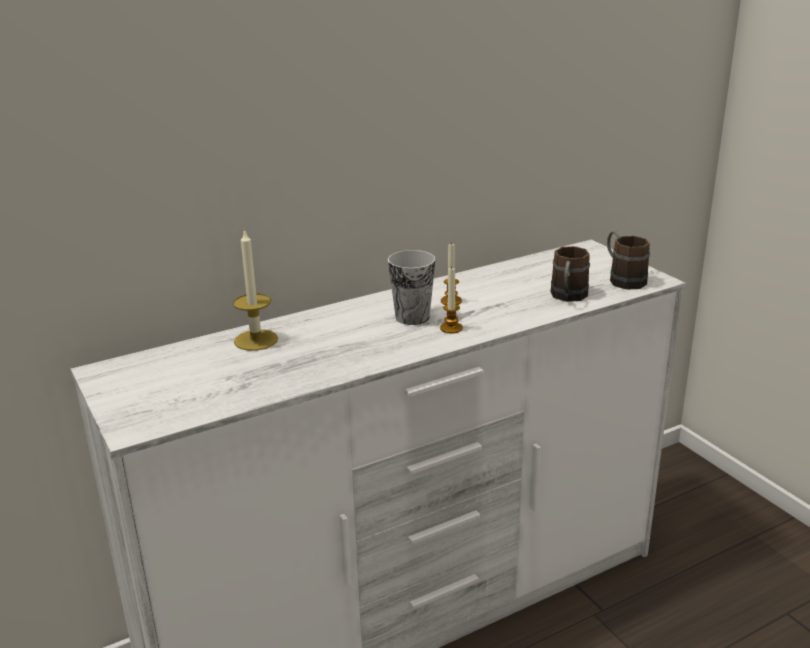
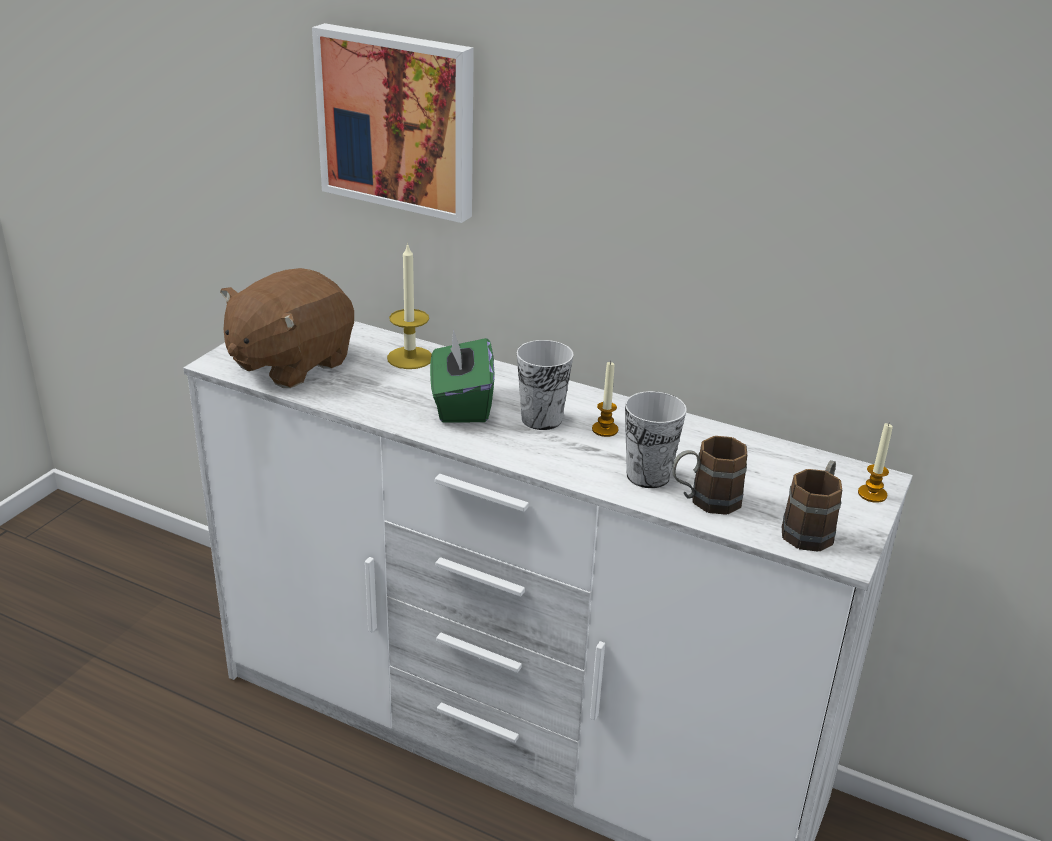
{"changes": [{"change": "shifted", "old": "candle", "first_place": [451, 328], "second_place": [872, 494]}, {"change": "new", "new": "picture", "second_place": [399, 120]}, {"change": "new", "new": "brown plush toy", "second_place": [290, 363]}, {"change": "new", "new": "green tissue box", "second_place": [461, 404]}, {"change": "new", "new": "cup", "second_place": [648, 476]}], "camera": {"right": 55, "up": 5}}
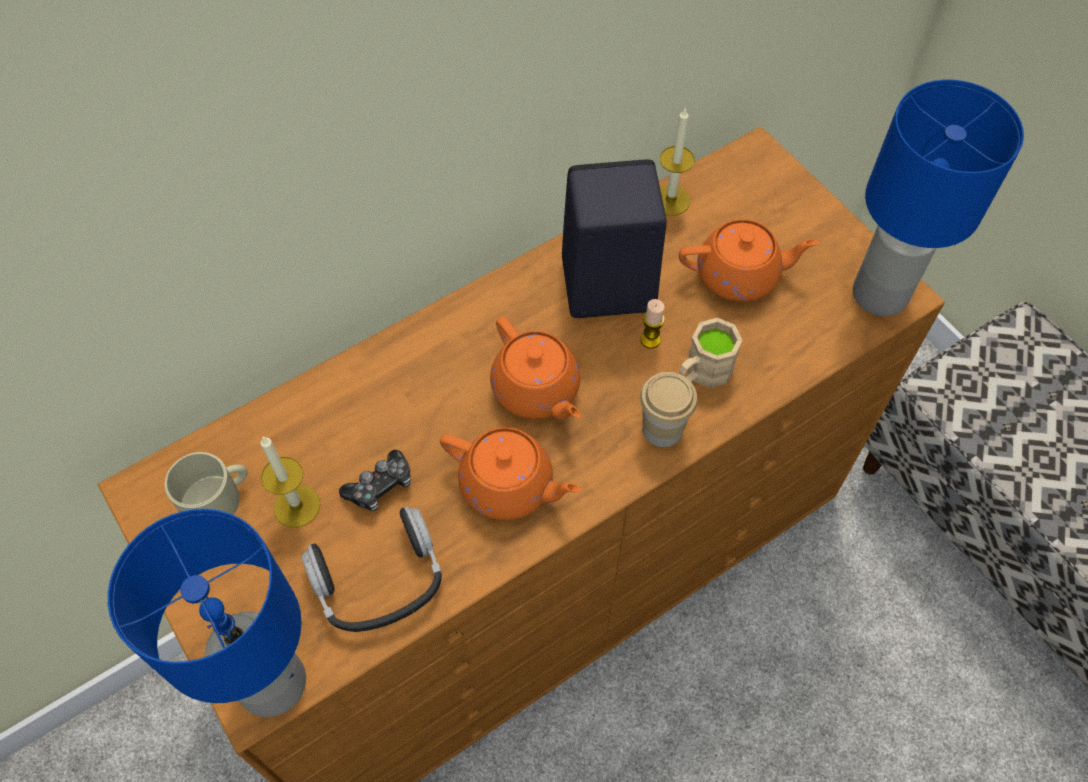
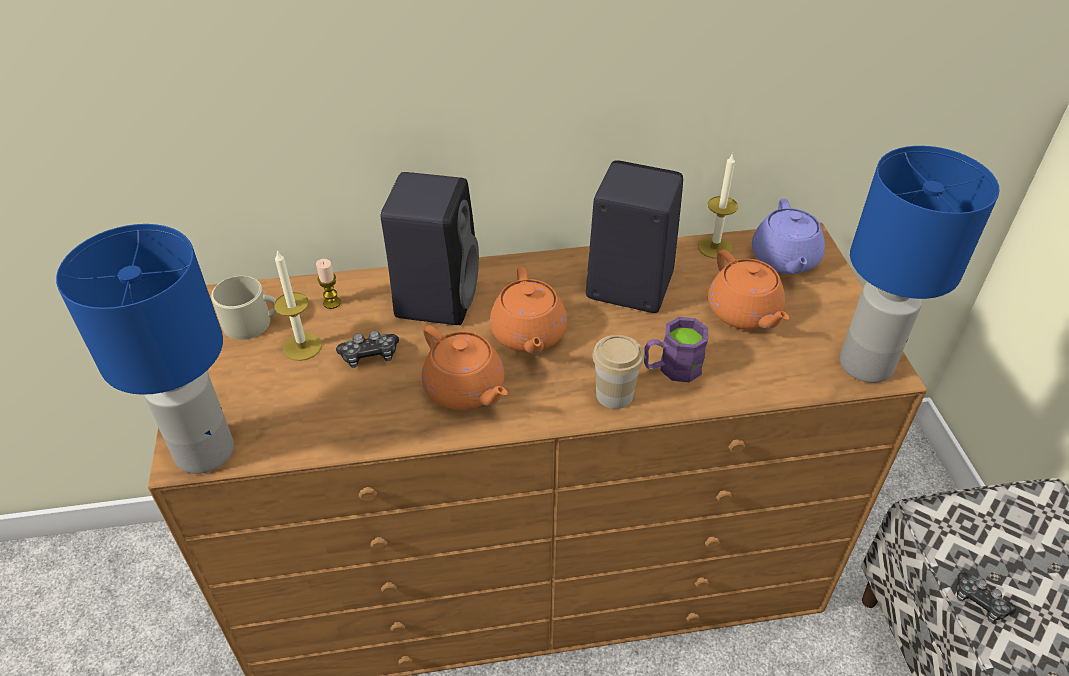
{"changes": [{"change": "rotated", "old": "orange teapot", "first_place": [739, 275], "second_place": [744, 313], "degrees": 45}, {"change": "shifted", "old": "candle", "first_place": [650, 340], "second_place": [332, 302]}, {"change": "repainted", "old": "beige mug", "new": "purple mug", "first_place": [702, 373], "second_place": [671, 368]}, {"change": "gone", "old": "headphones", "first_place": [379, 580]}, {"change": "new", "new": "black speaker", "second_place": [437, 296]}, {"change": "new", "new": "purple teapot", "second_place": [784, 260]}, {"change": "new", "new": "game controller", "second_place": [979, 602]}], "camera": {"right": 25, "up": -15}}
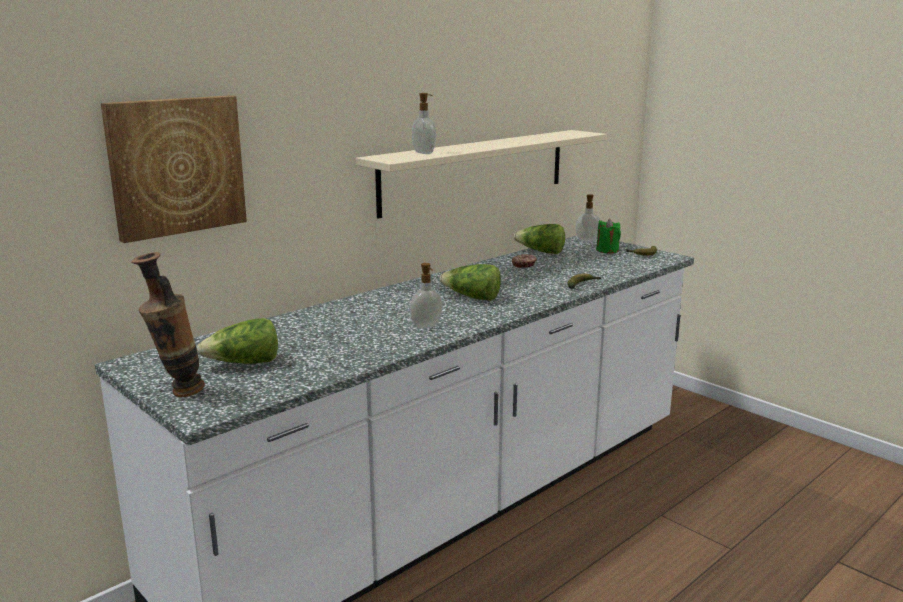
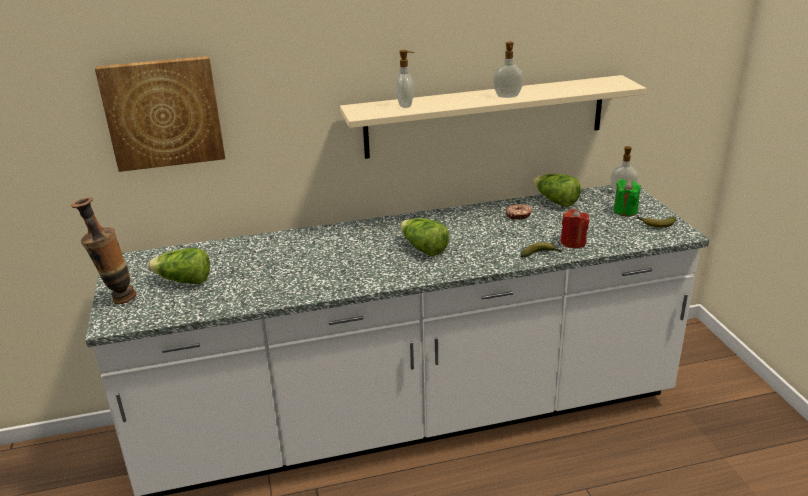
{"changes": [{"change": "shifted", "old": "soap dispenser", "first_place": [427, 326], "second_place": [507, 96]}, {"change": "new", "new": "red candle", "second_place": [573, 242]}], "camera": {"right": 30, "up": 10}}
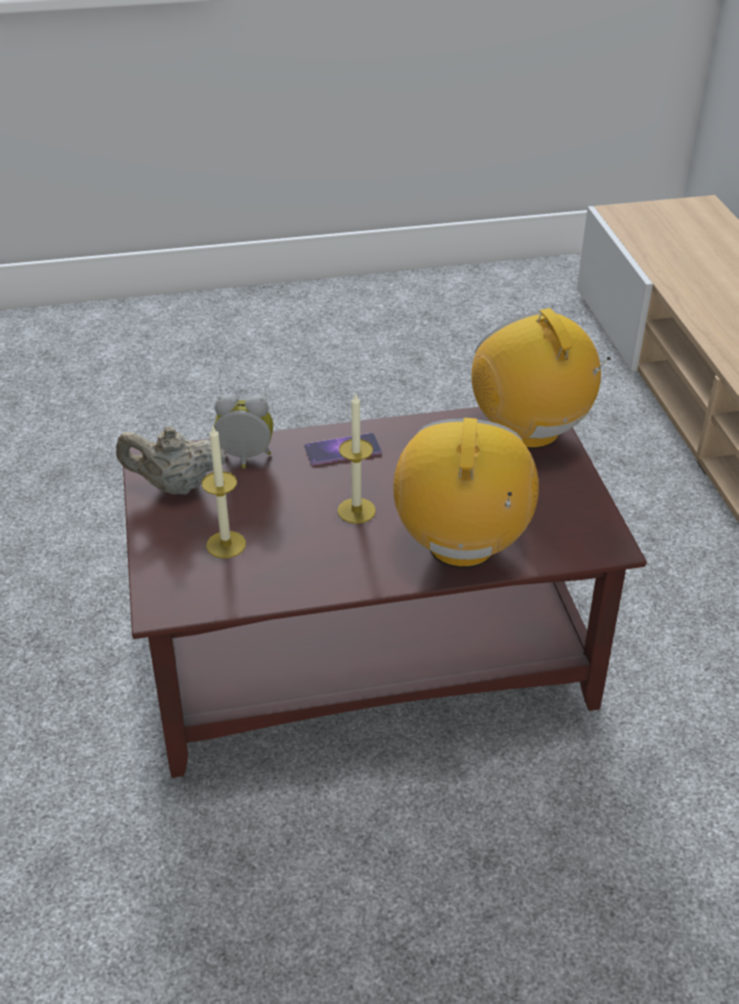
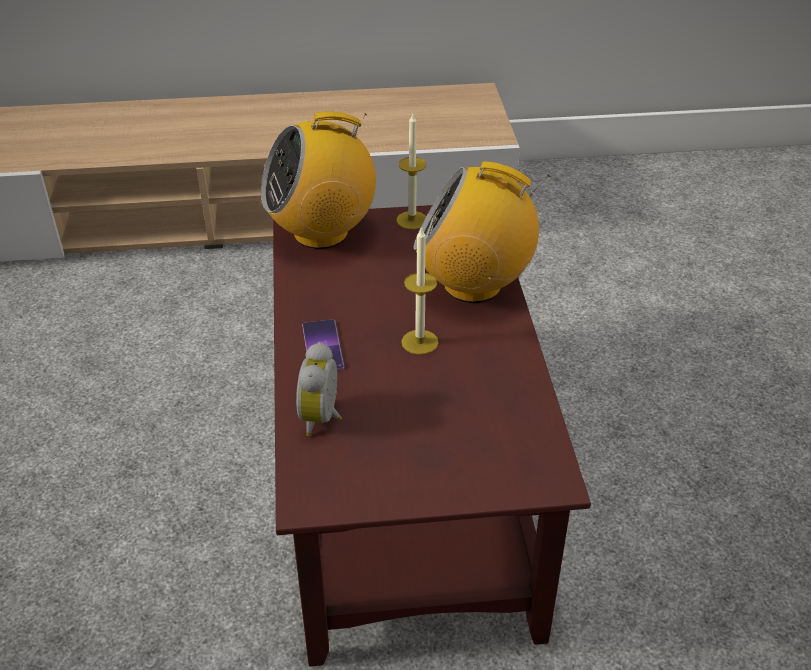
{"changes": [{"change": "gone", "old": "beige teapot", "first_place": [175, 486]}, {"change": "shifted", "old": "candle", "first_place": [226, 544], "second_place": [412, 220]}], "camera": {"right": -85, "up": 0}}
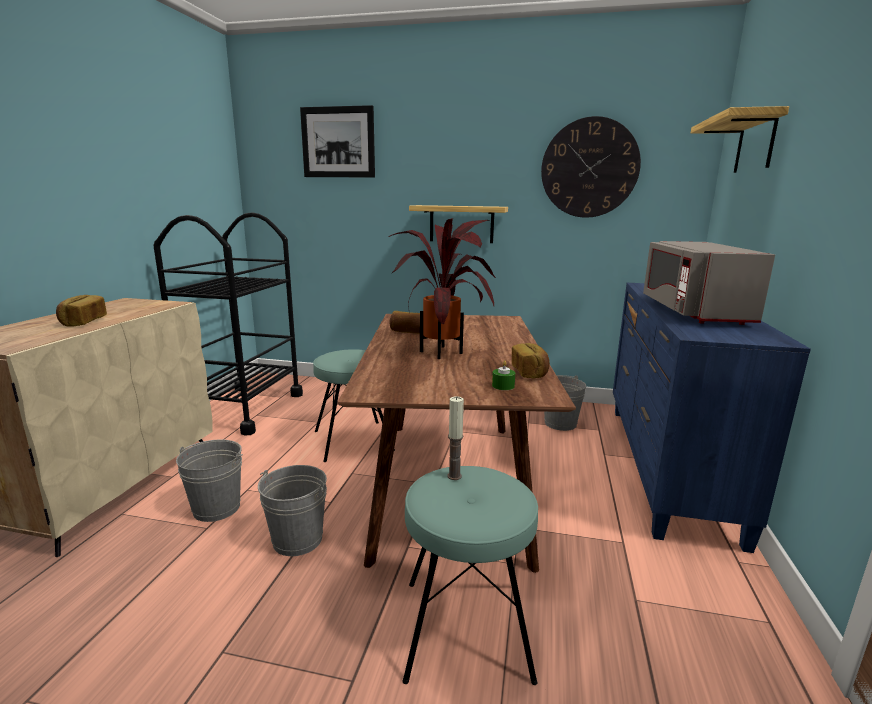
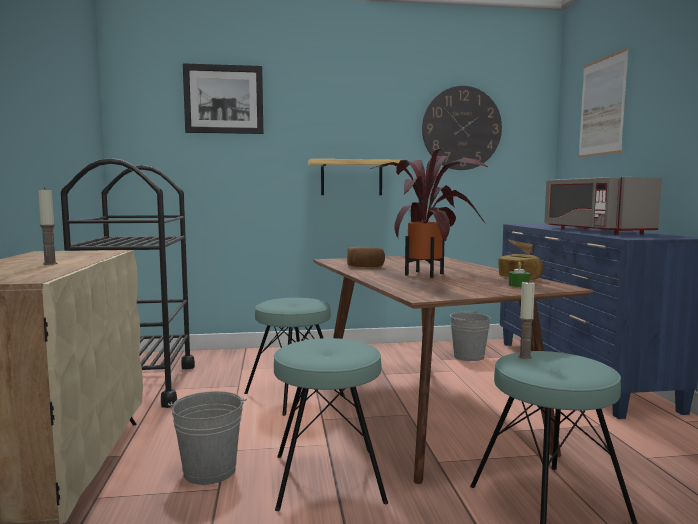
{"changes": [{"change": "swapped", "old": "shelf", "new": "picture", "first_place": [755, 144], "second_place": [602, 107]}, {"change": "swapped", "old": "bread", "new": "candle", "first_place": [82, 322], "second_place": [50, 264]}, {"change": "swapped", "old": "grey bucket", "new": "turquoise stool", "first_place": [297, 539], "second_place": [328, 478]}], "camera": {"right": -20, "up": -10}}
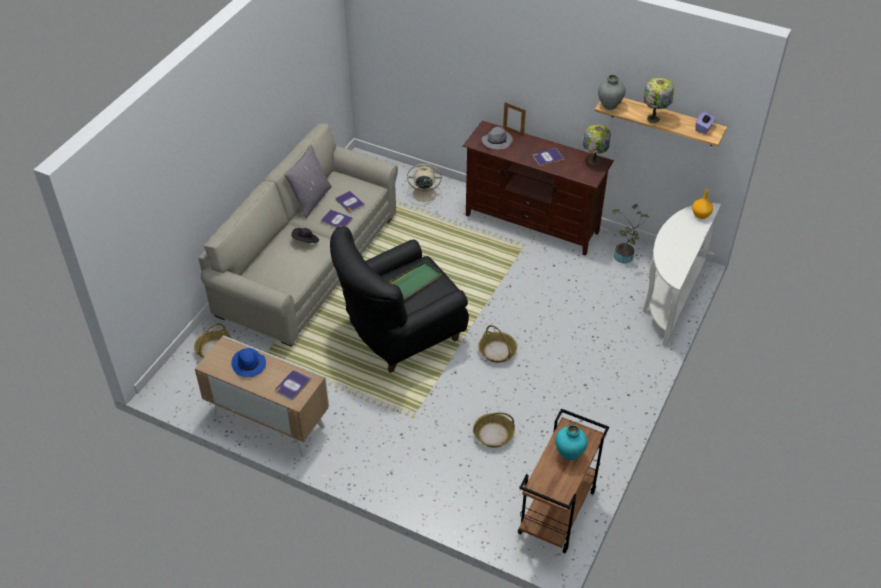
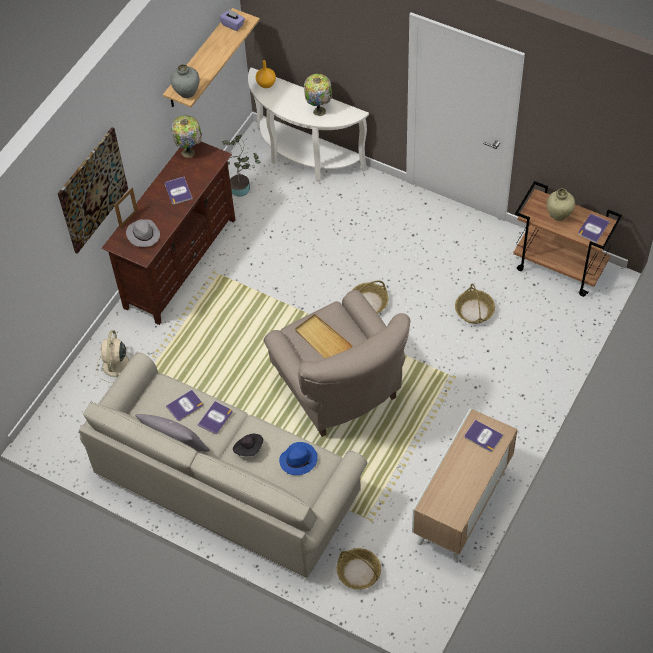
{"changes": [{"change": "shifted", "old": "table lamp", "first_place": [654, 118], "second_place": [319, 110]}, {"change": "repainted", "old": "black armchair", "new": "beige armchair", "first_place": [399, 333], "second_place": [340, 389]}, {"change": "repainted", "old": "green tray", "new": "beige tray", "first_place": [414, 281], "second_place": [322, 340]}, {"change": "shifted", "old": "blue hat", "first_place": [249, 365], "second_place": [299, 459]}, {"change": "repainted", "old": "turquoise vase", "new": "beige vase", "first_place": [569, 453], "second_place": [559, 215]}, {"change": "new", "new": "picture", "second_place": [92, 190]}, {"change": "new", "new": "book", "second_place": [593, 228]}], "camera": {"right": -85, "up": 10}}
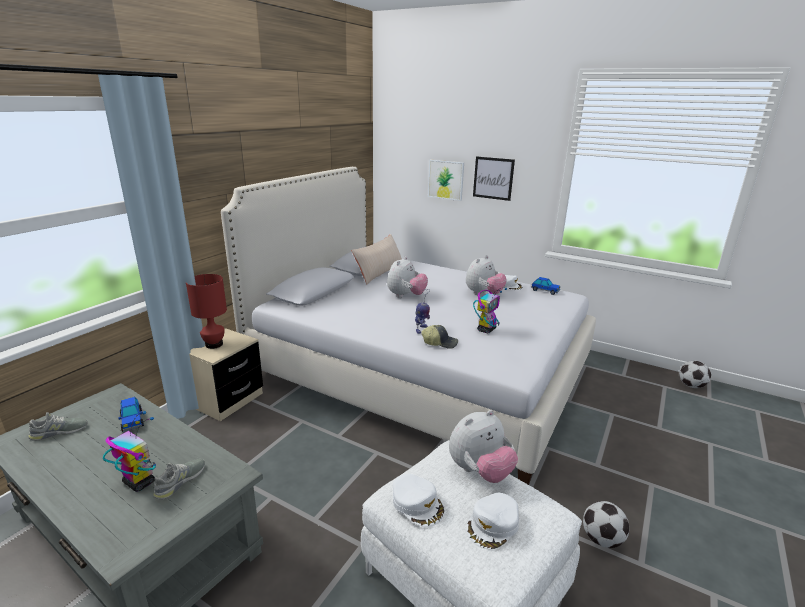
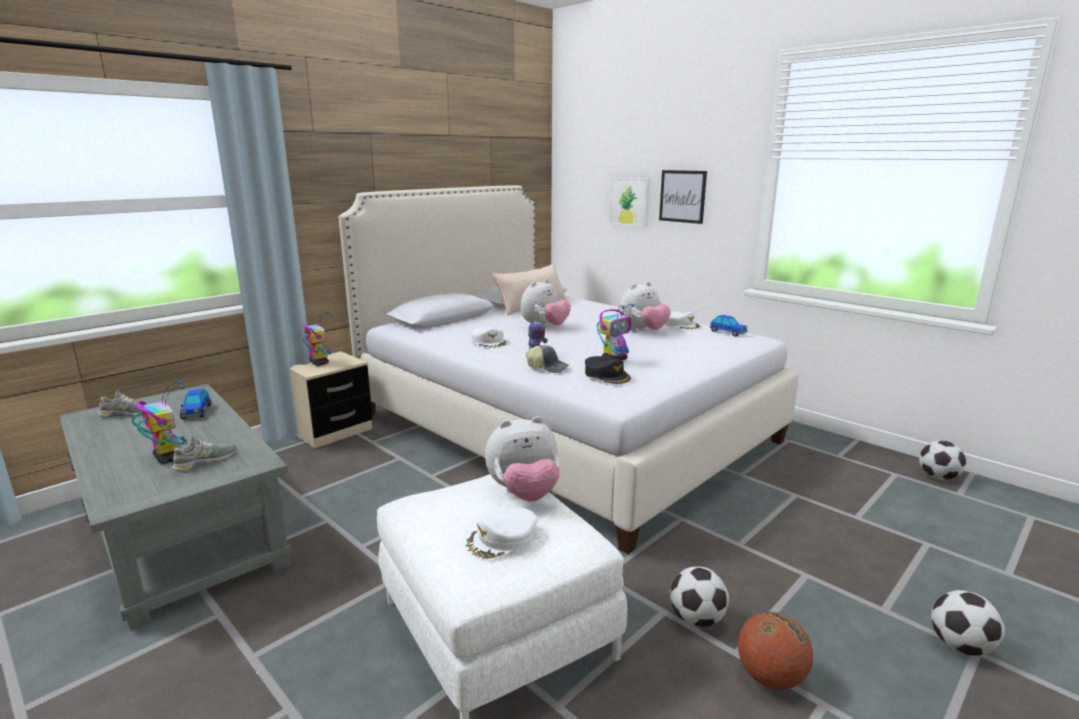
{"changes": [{"change": "swapped", "old": "red table lamp", "new": "toy robot", "first_place": [213, 344], "second_place": [319, 363]}, {"change": "shifted", "old": "white cap", "first_place": [417, 503], "second_place": [489, 342]}, {"change": "new", "new": "black cap", "second_place": [607, 375]}, {"change": "new", "new": "football", "second_place": [960, 647]}, {"change": "new", "new": "basketball", "second_place": [770, 677]}], "camera": {"right": 15, "up": -5}}
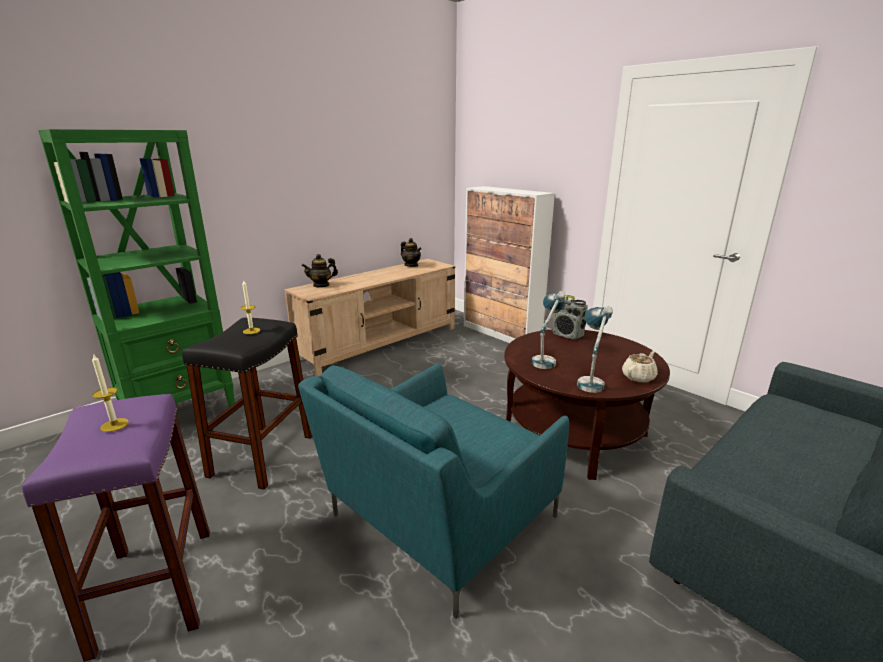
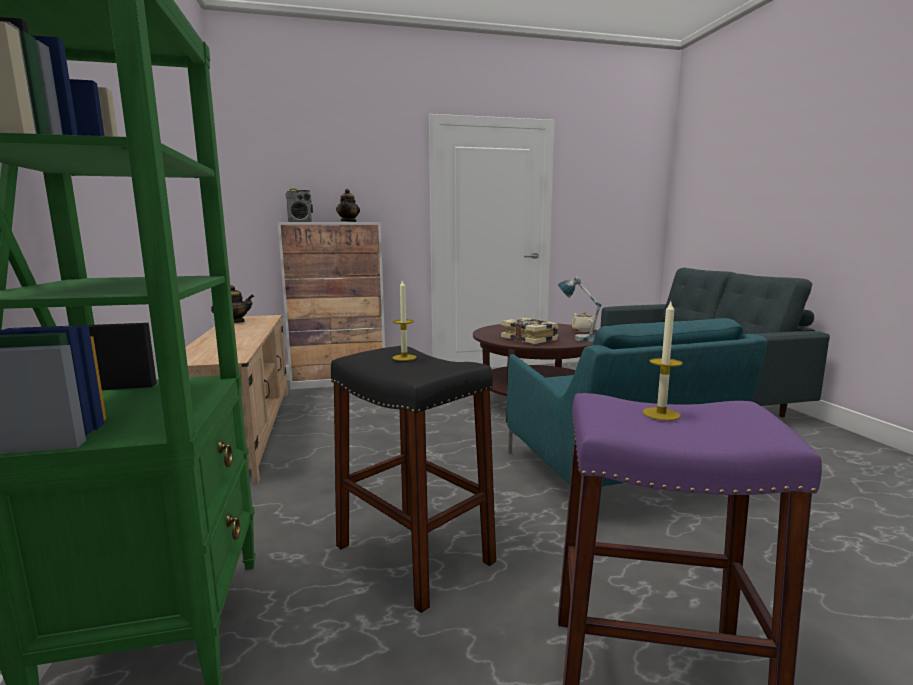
{"changes": [{"change": "shifted", "old": "teapot", "first_place": [321, 285], "second_place": [349, 222]}, {"change": "swapped", "old": "table lamp", "new": "book", "first_place": [545, 359], "second_place": [529, 339]}, {"change": "shifted", "old": "radio", "first_place": [568, 335], "second_place": [300, 222]}], "camera": {"right": -60, "up": -10}}
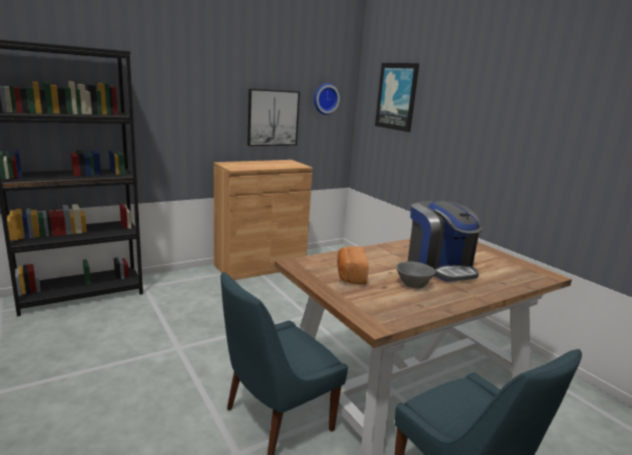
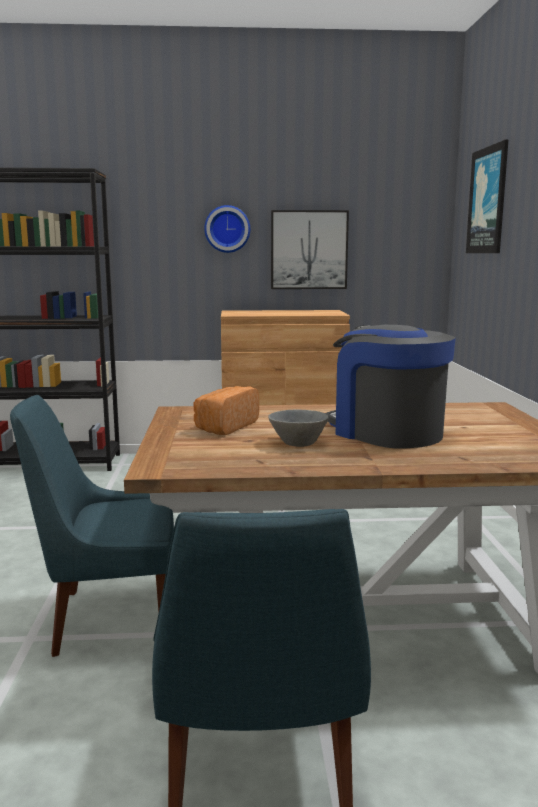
{"changes": [{"change": "shifted", "old": "wall clock", "first_place": [325, 98], "second_place": [227, 229]}, {"change": "rotated", "old": "coffee machine", "first_place": [439, 267], "second_place": [386, 432], "degrees": 135}], "camera": {"right": 30, "up": -5}}
